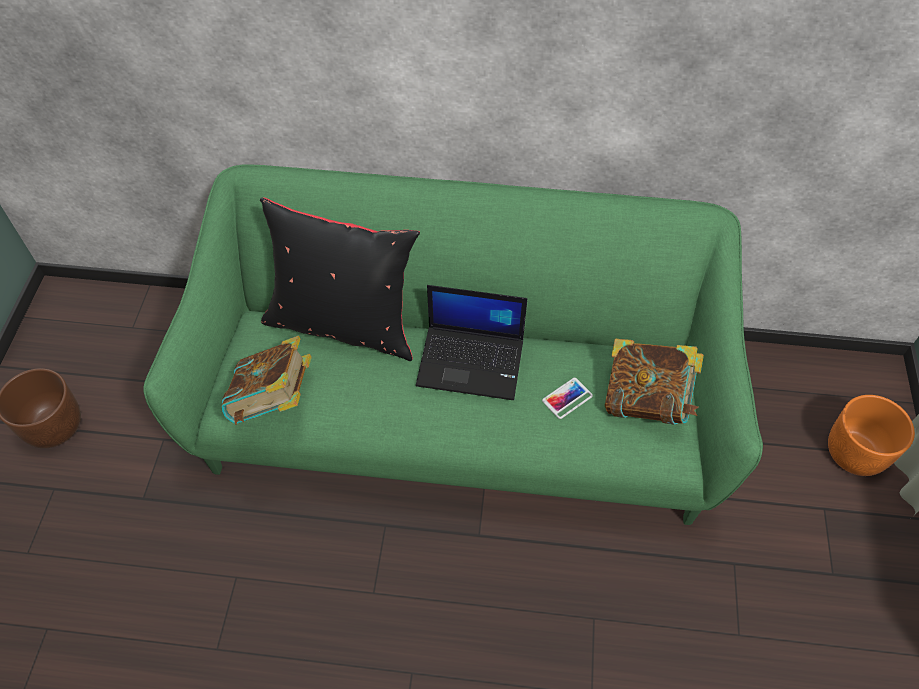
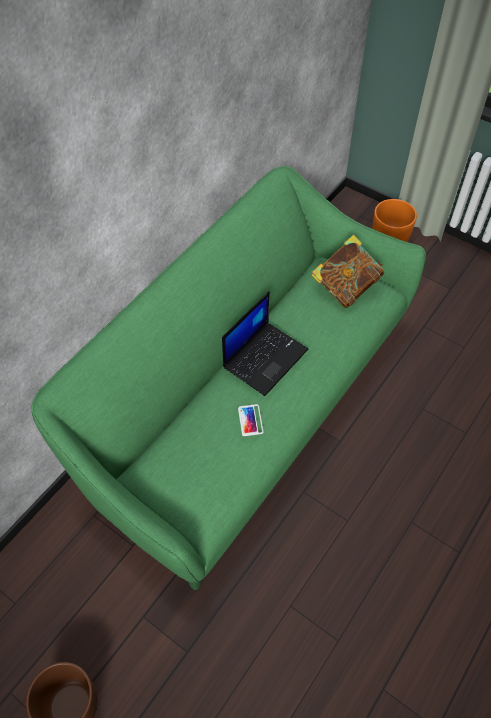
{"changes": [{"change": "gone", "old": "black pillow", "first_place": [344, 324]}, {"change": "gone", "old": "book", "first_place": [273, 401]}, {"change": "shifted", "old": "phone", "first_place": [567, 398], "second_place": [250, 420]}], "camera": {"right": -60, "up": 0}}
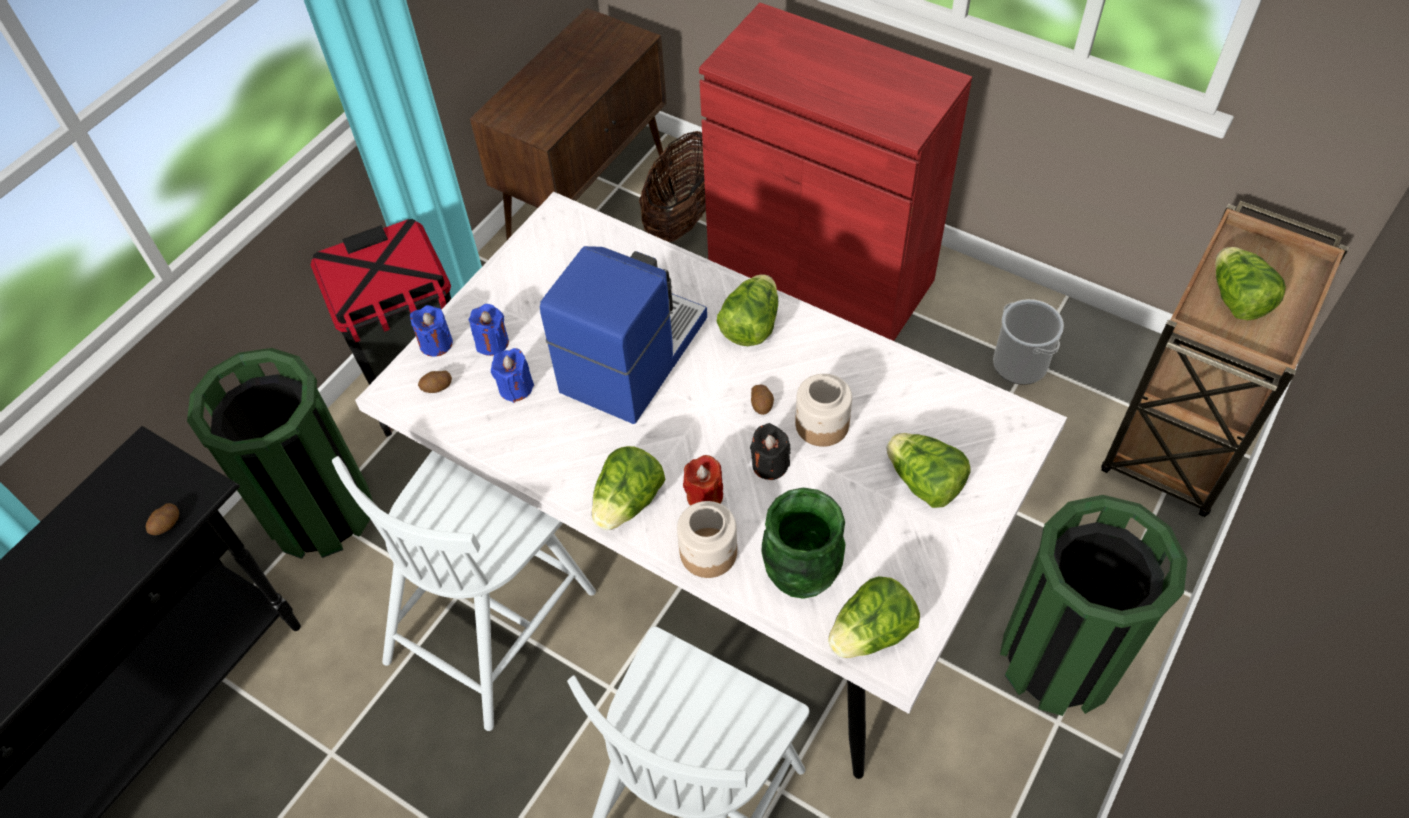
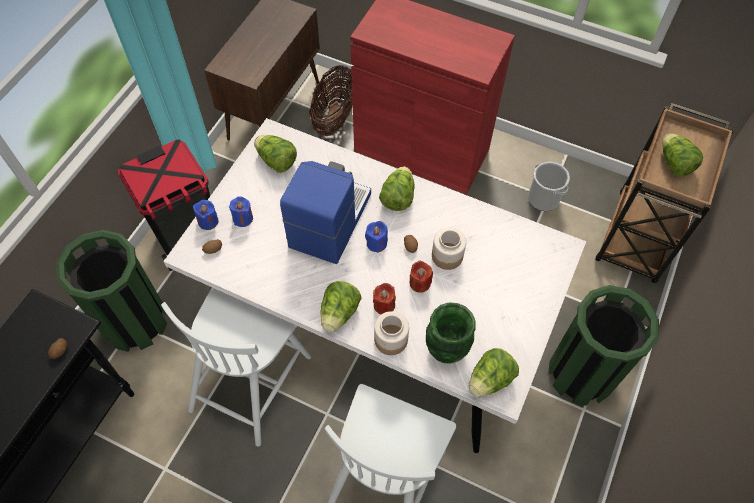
{"changes": [{"change": "shifted", "old": "blue candle", "first_place": [515, 387], "second_place": [376, 243]}, {"change": "repainted", "old": "black candle", "new": "red candle", "first_place": [770, 464], "second_place": [420, 283]}, {"change": "shifted", "old": "lettuce", "first_place": [924, 483], "second_place": [276, 161]}], "camera": {"right": -10, "up": 5}}
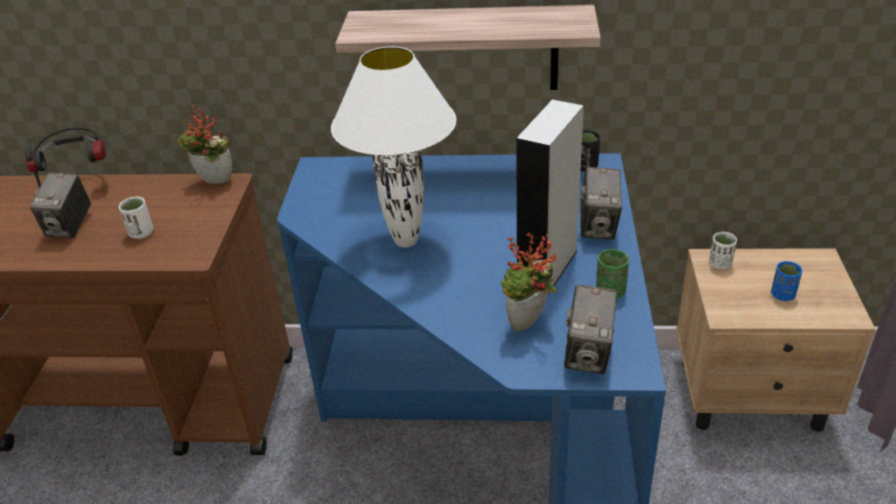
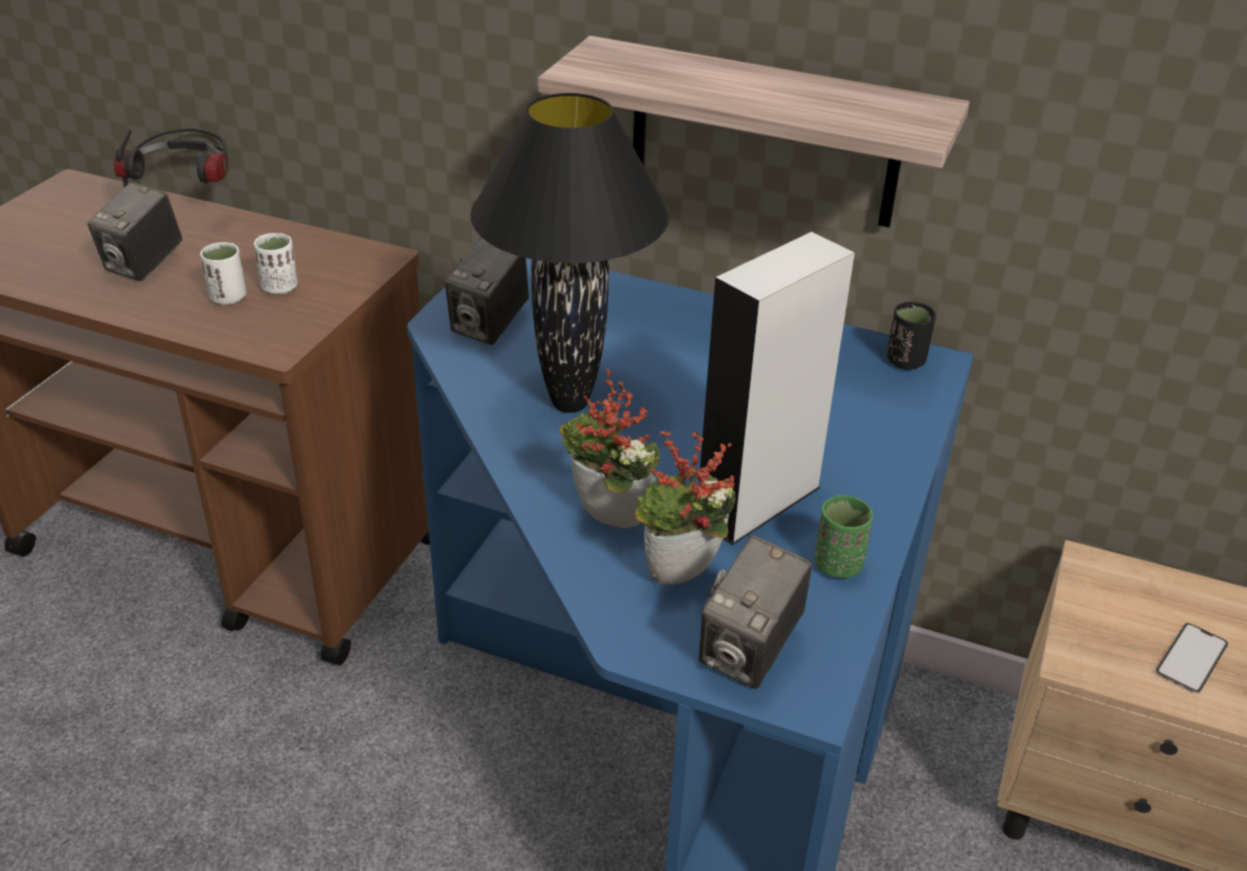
{"changes": [{"change": "repainted", "old": "white table lamp", "new": "black table lamp", "first_place": [405, 241], "second_place": [569, 402]}, {"change": "shifted", "old": "potted plant", "first_place": [213, 183], "second_place": [606, 522]}, {"change": "shifted", "old": "photo camera", "first_place": [598, 227], "second_place": [489, 326]}, {"change": "shifted", "old": "white cup", "first_place": [720, 264], "second_place": [280, 287]}, {"change": "swapped", "old": "blue cup", "new": "phone", "first_place": [782, 295], "second_place": [1191, 658]}], "camera": {"right": 15, "up": 0}}
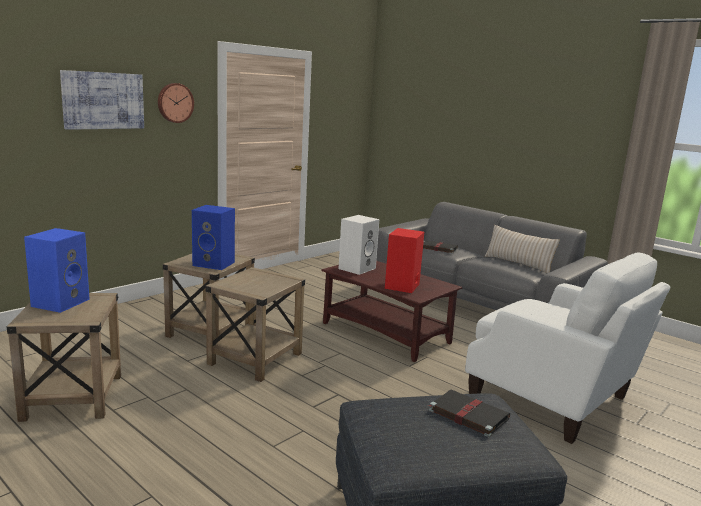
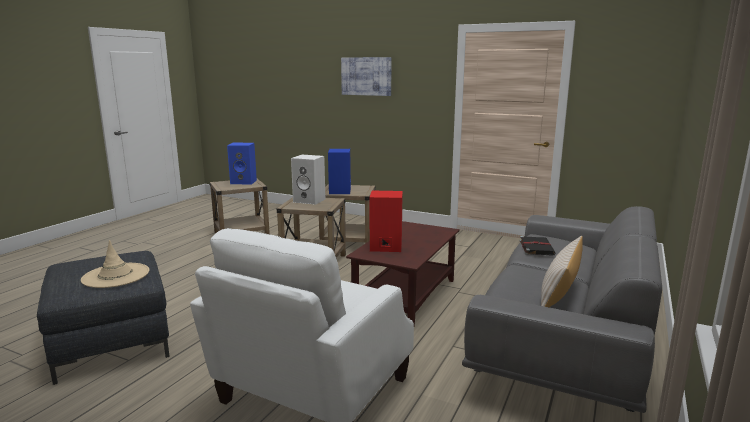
{"changes": [{"change": "gone", "old": "wall clock", "first_place": [175, 103]}, {"change": "shifted", "old": "white speaker", "first_place": [357, 268], "second_place": [310, 200]}, {"change": "swapped", "old": "black book", "new": "beige hat", "first_place": [467, 414], "second_place": [116, 276]}], "camera": {"right": 75, "up": 0}}
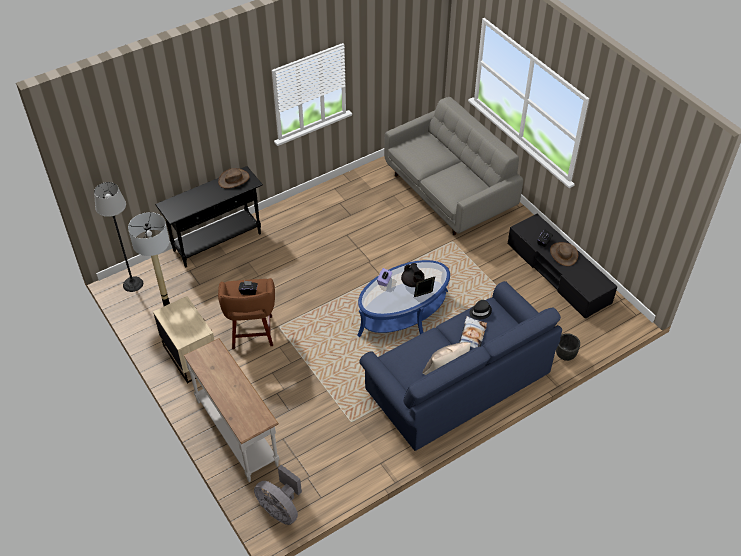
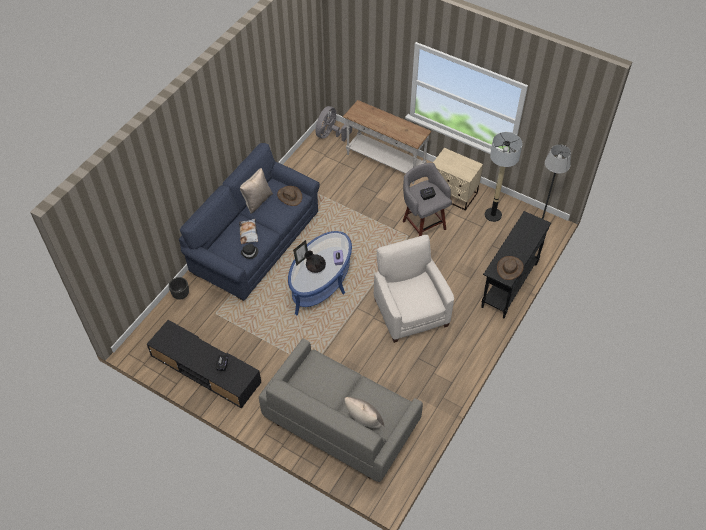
{"changes": [{"change": "shifted", "old": "brown hat", "first_place": [563, 254], "second_place": [289, 196]}, {"change": "repainted", "old": "brown stool", "new": "grey stool", "first_place": [252, 334], "second_place": [423, 224]}, {"change": "rotated", "old": "grey fan", "first_place": [280, 509], "second_place": [330, 135], "degrees": -75}, {"change": "new", "new": "white armchair", "second_place": [410, 311]}, {"change": "new", "new": "beige pillow", "second_place": [364, 421]}], "camera": {"right": 155, "up": 5}}
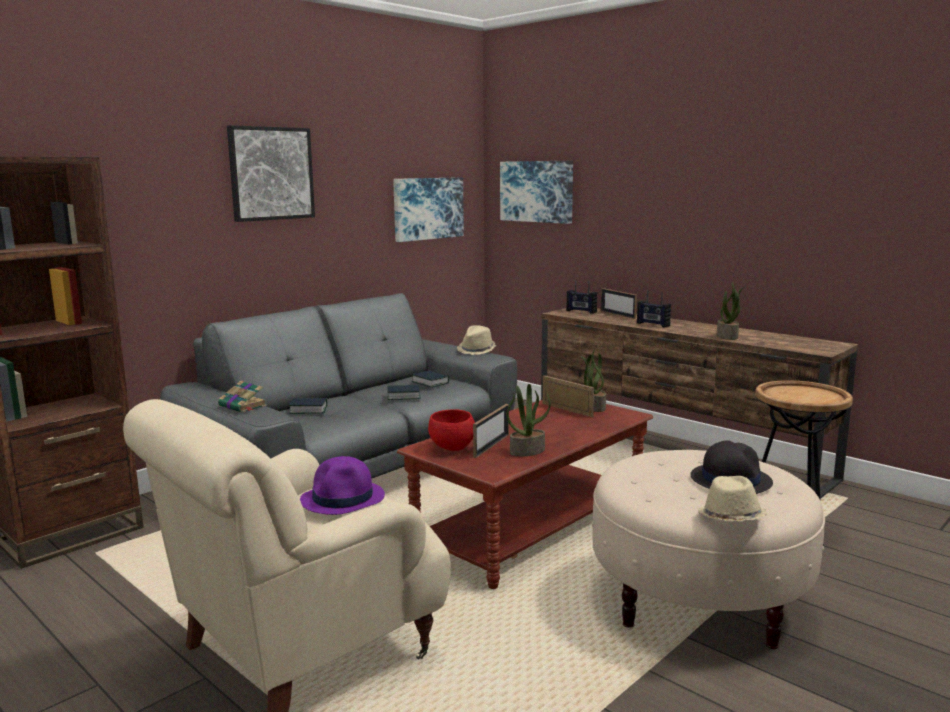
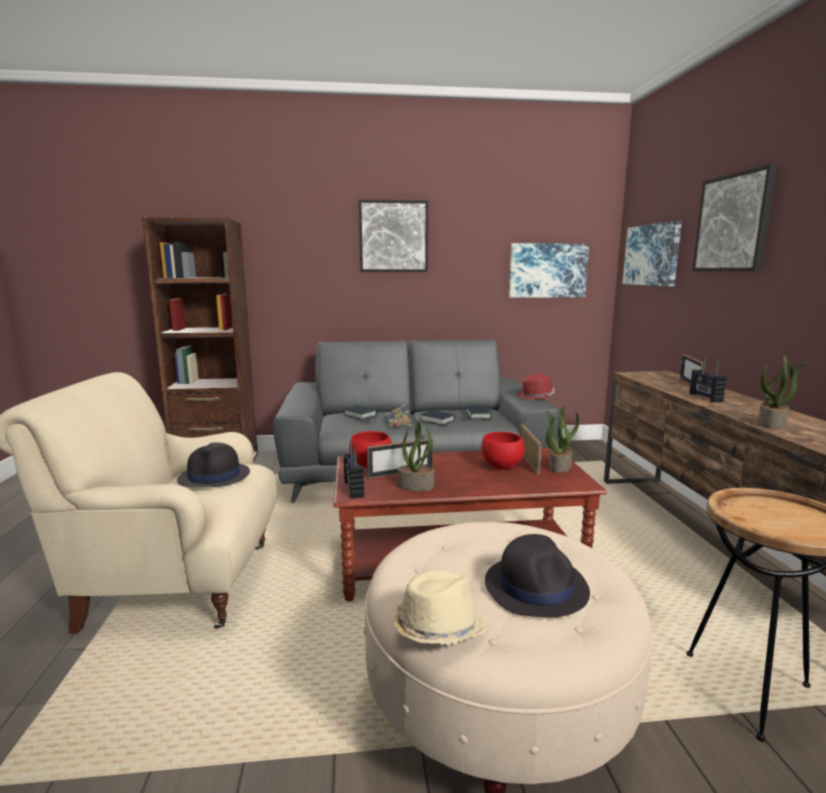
{"changes": [{"change": "shifted", "old": "radio", "first_place": [581, 311], "second_place": [353, 489]}, {"change": "repainted", "old": "beige hat", "new": "red hat", "first_place": [477, 350], "second_place": [536, 396]}, {"change": "shifted", "old": "book", "first_place": [243, 406], "second_place": [398, 423]}, {"change": "repainted", "old": "purple hat", "new": "black hat", "first_place": [343, 499], "second_place": [214, 477]}, {"change": "new", "new": "picture", "second_place": [733, 223]}, {"change": "new", "new": "red bowl", "second_place": [501, 467]}], "camera": {"right": 40, "up": 0}}
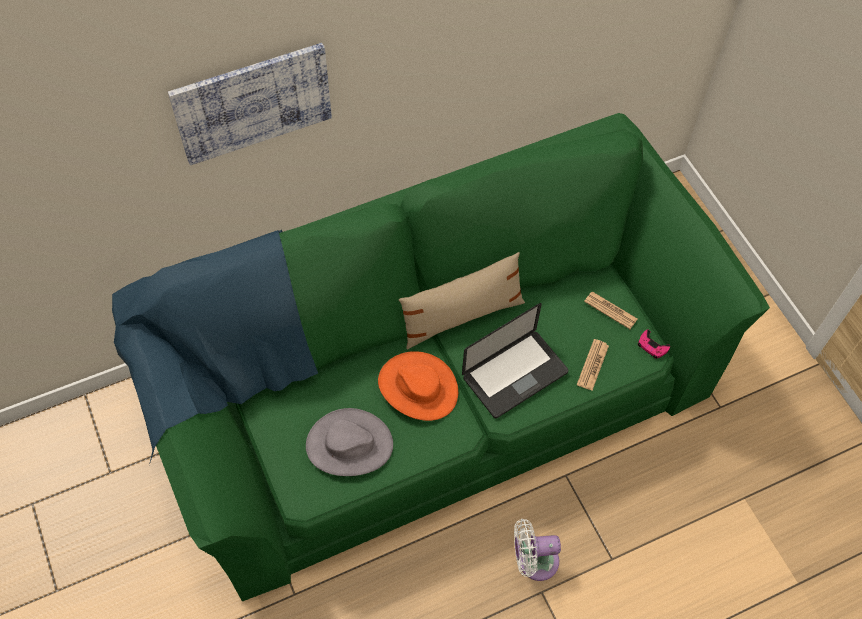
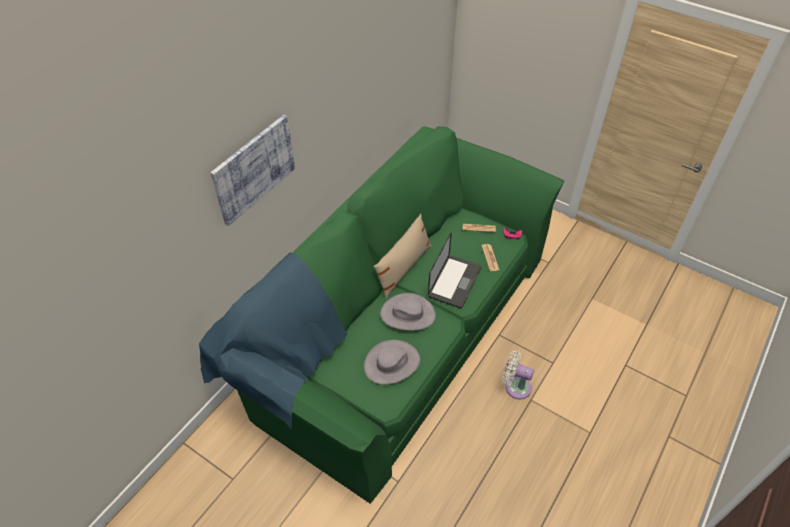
{"changes": [{"change": "repainted", "old": "orange hat", "new": "grey hat", "first_place": [418, 387], "second_place": [408, 314]}, {"change": "rotated", "old": "white fan", "first_place": [533, 561], "second_place": [515, 386], "degrees": 60}], "camera": {"right": -30, "up": -10}}
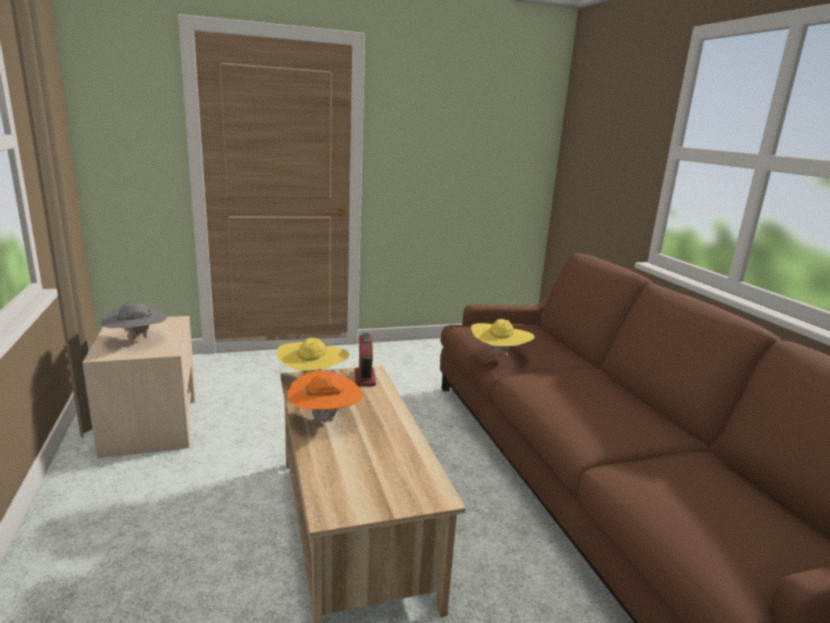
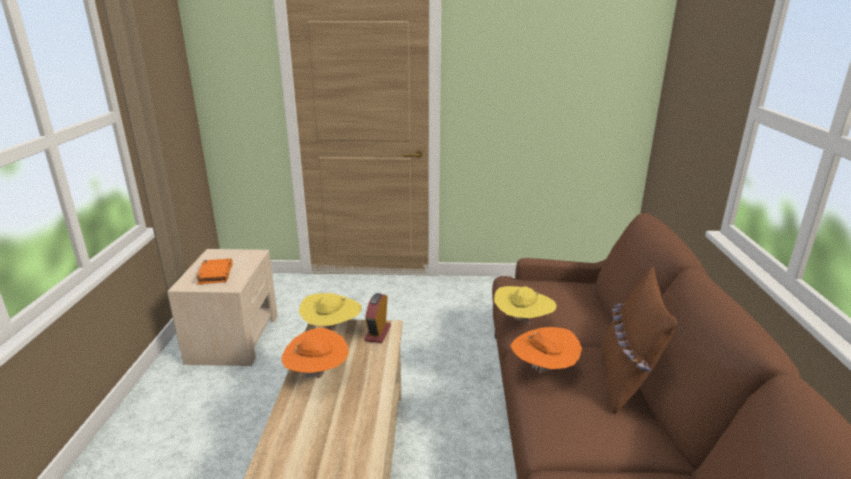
{"changes": [{"change": "swapped", "old": "grey hat", "new": "orange book", "first_place": [136, 341], "second_place": [215, 274]}, {"change": "new", "new": "brown pillow", "second_place": [625, 380]}, {"change": "new", "new": "orange hat", "second_place": [543, 370]}], "camera": {"right": 20, "up": 5}}
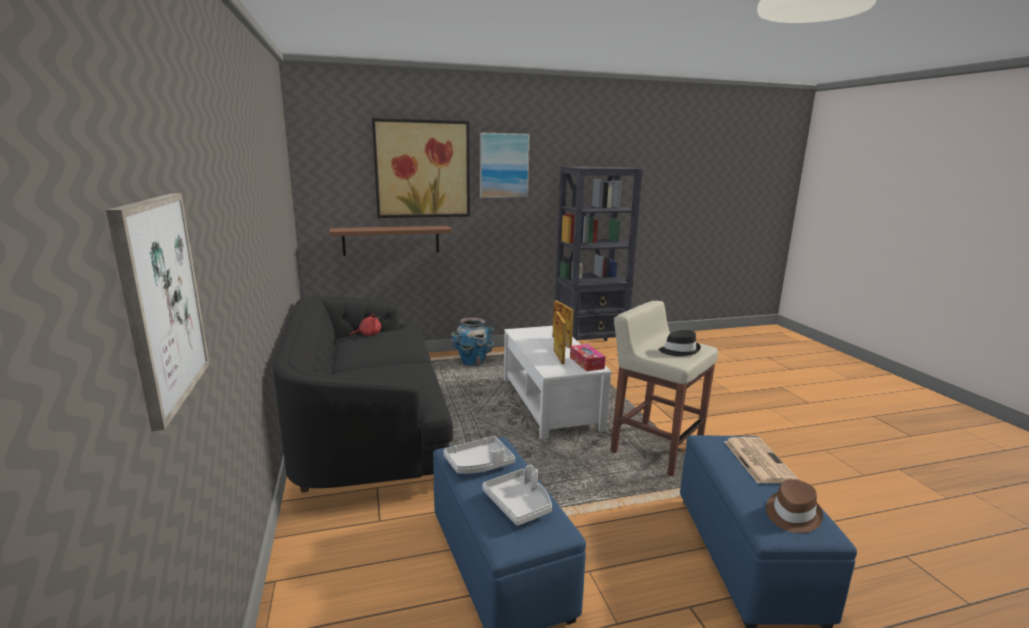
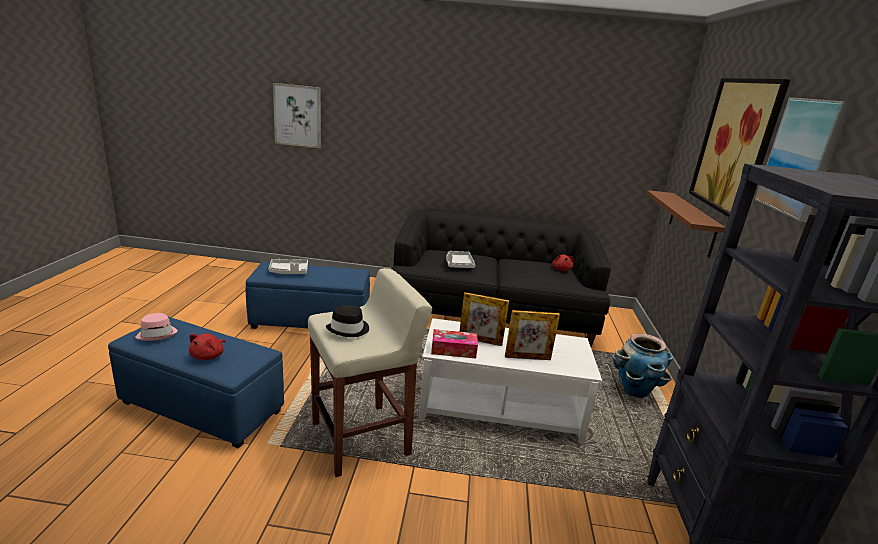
{"changes": [{"change": "shifted", "old": "grey tray", "first_place": [479, 464], "second_place": [458, 264]}, {"change": "swapped", "old": "newspaper", "new": "red plush toy", "first_place": [757, 460], "second_place": [208, 356]}, {"change": "repainted", "old": "brown hat", "new": "pink hat", "first_place": [792, 514], "second_place": [157, 334]}], "camera": {"right": 110, "up": 5}}
